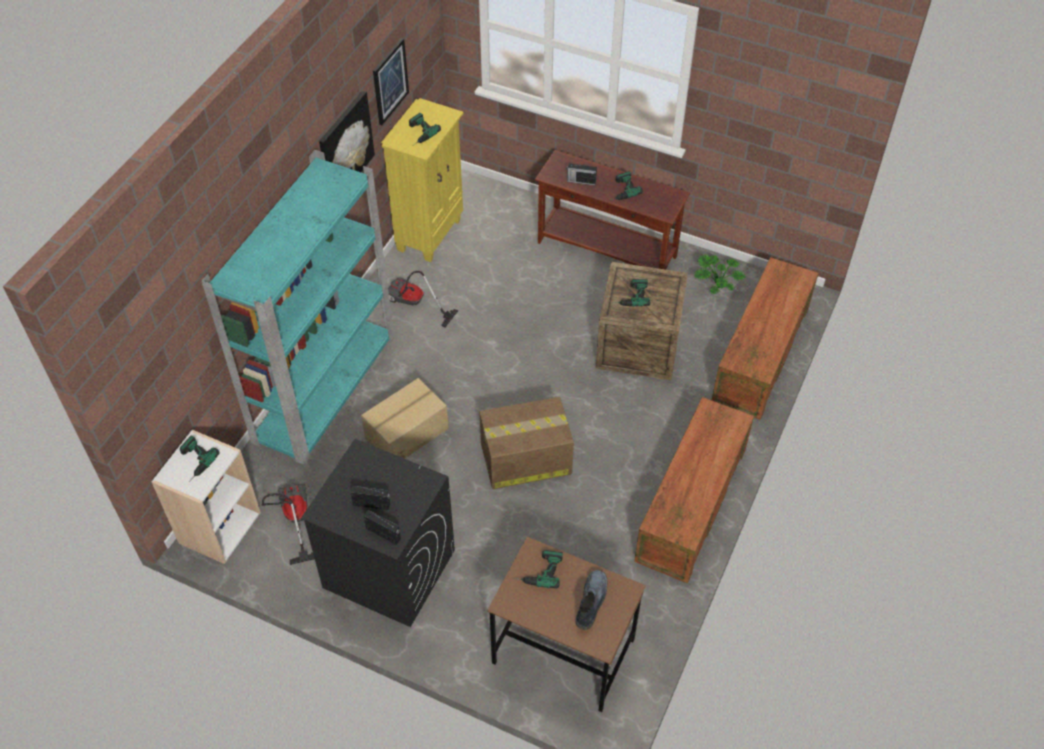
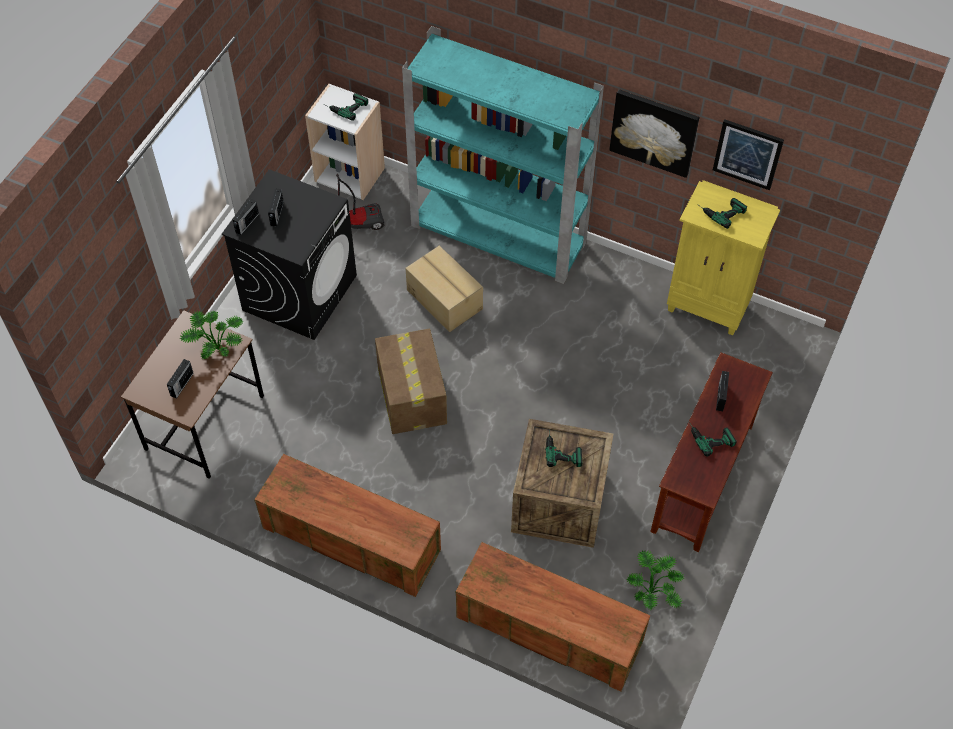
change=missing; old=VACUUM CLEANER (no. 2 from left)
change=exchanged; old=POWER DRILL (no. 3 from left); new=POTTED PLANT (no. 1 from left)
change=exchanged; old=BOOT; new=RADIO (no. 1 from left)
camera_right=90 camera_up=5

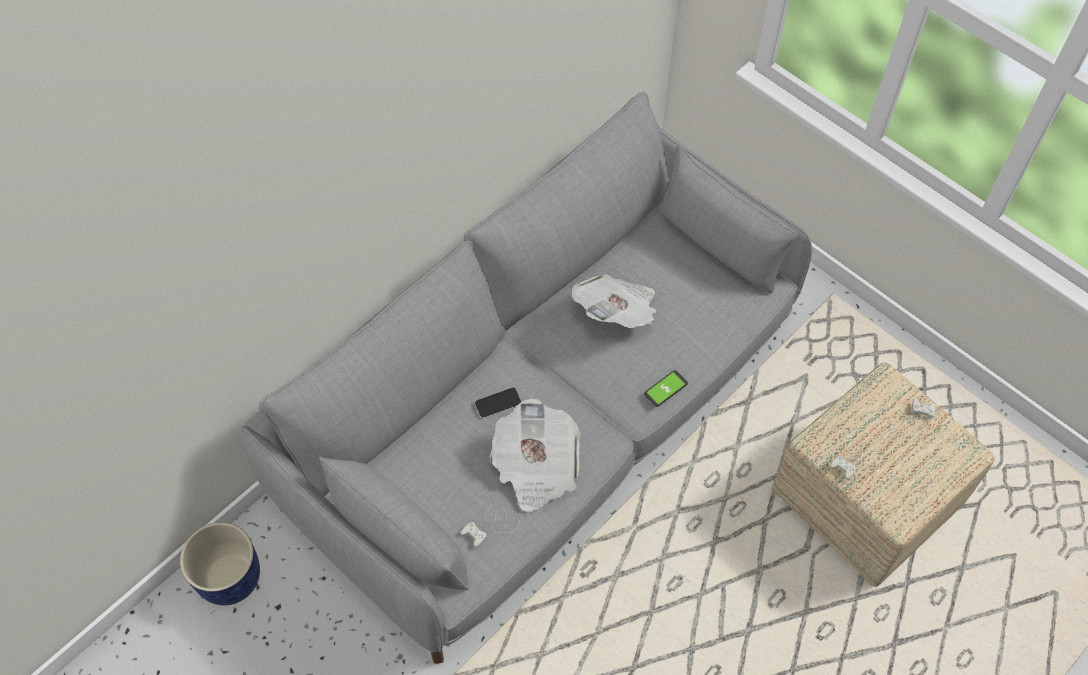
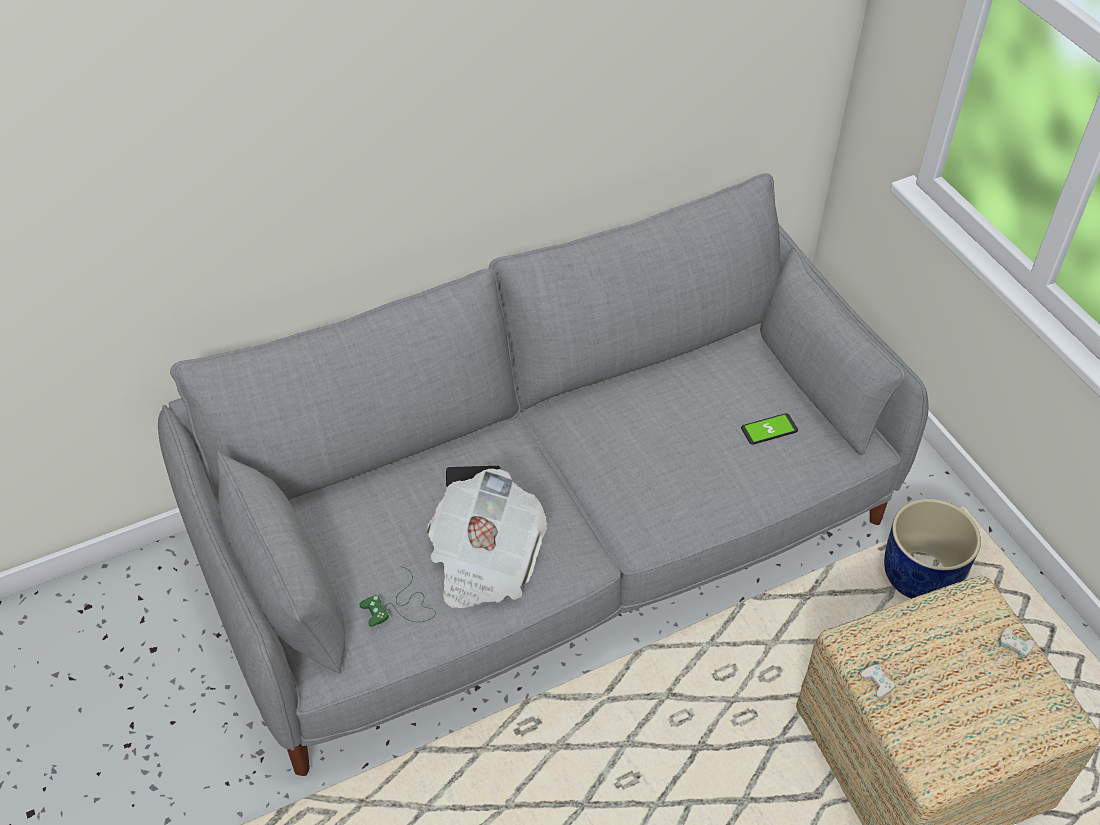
change=missing; old=NEWSPAPER (no. 2 from left)
change=relocated; old=BLUE PLANTER
change=relocated; old=PHONE (no. 2 from left)
change=colour; old=WHITE GAME CONTROLLER (no. 1 from left); new=GREEN GAME CONTROLLER
camera_right=20 camera_up=-10

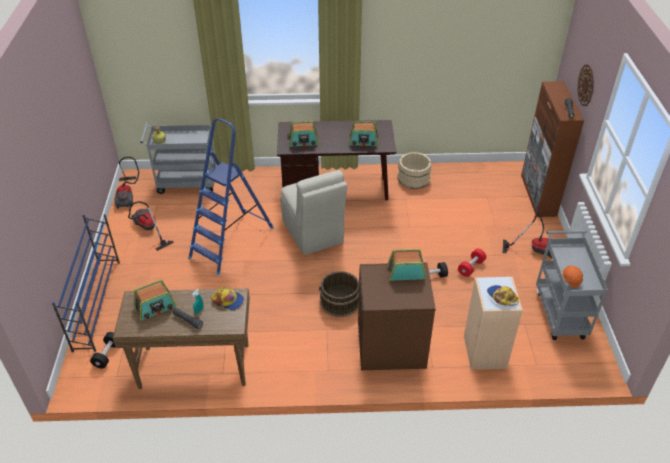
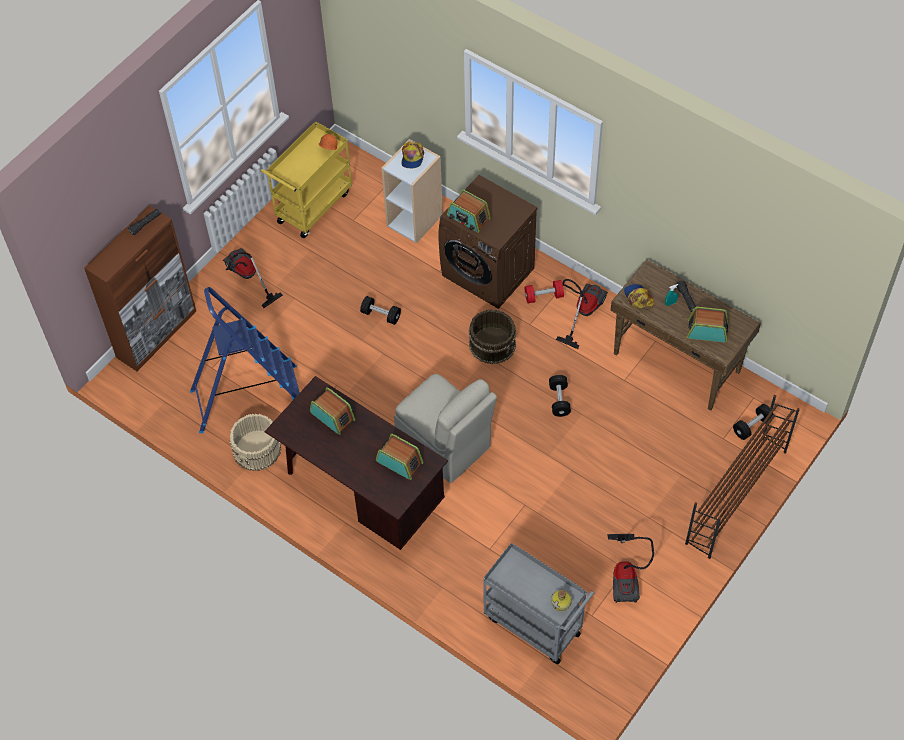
change=missing; old=WALL CLOCK
change=appeared; new=BLACK DUMBBELL (no. 2 from left)
change=relocated; old=VACUUM CLEANER (no. 1 from left in the first image); new=VACUUM CLEANER (no. 2 from left)
change=relocated; old=BLUE STEP LADDER
change=relocated; old=RED DUMBBELL
change=colour; old=BLUE SHOE RACK; new=BROWN SHOE RACK
change=colour; old=GREY CART (no. 2 from left); new=YELLOW CART
change=spun; old=BEIGE CHAIR; degrees=120
camera_right=-140 camera_up=15

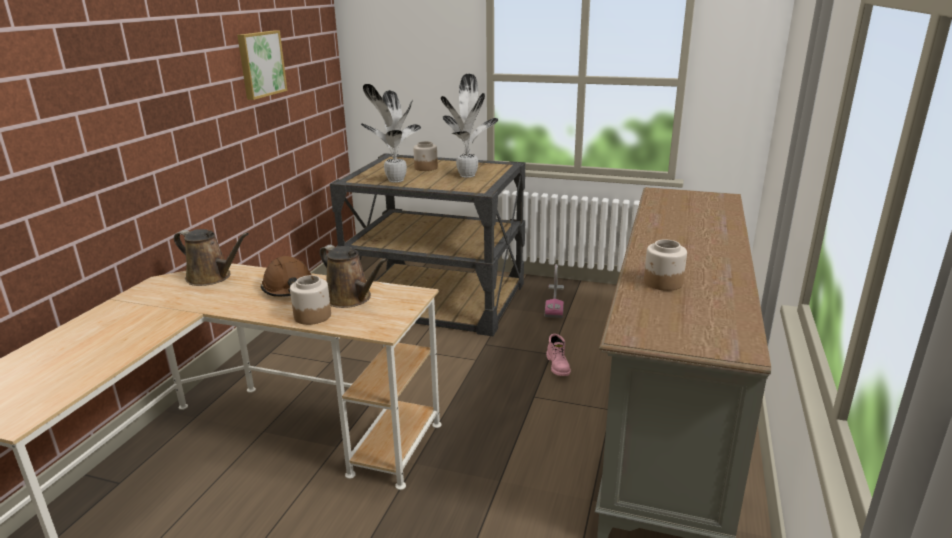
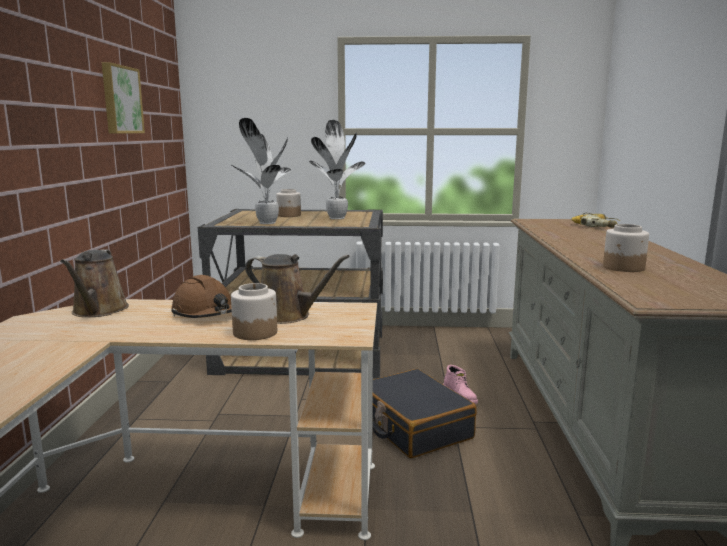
change=missing; old=VACUUM CLEANER
change=appeared; new=BLACK SUITCASE
change=appeared; new=POWER DRILL
change=spun; old=BROWN WATERING CAN (no. 1 from left); degrees=75
camera_right=-15 camera_up=-10

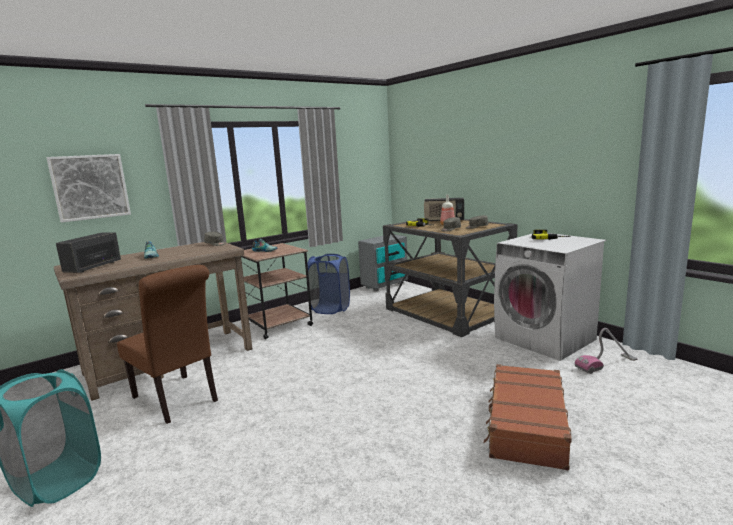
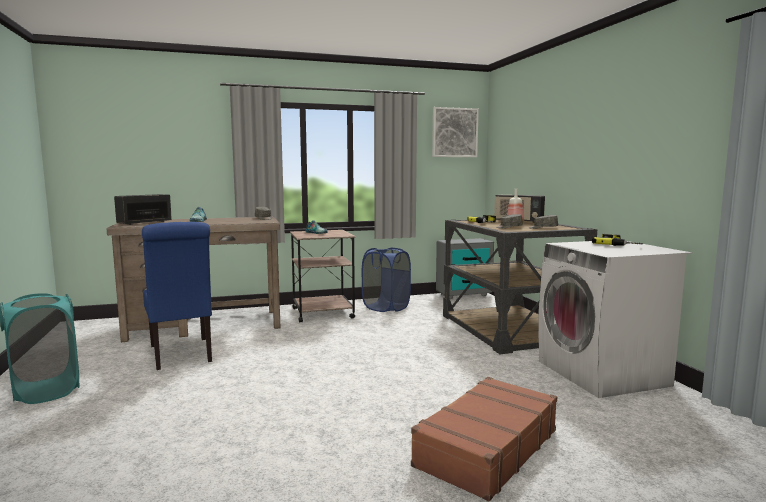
change=missing; old=VACUUM CLEANER
change=relocated; old=PICTURE
change=colour; old=BROWN CHAIR; new=BLUE CHAIR
camera_right=20 camera_up=-5

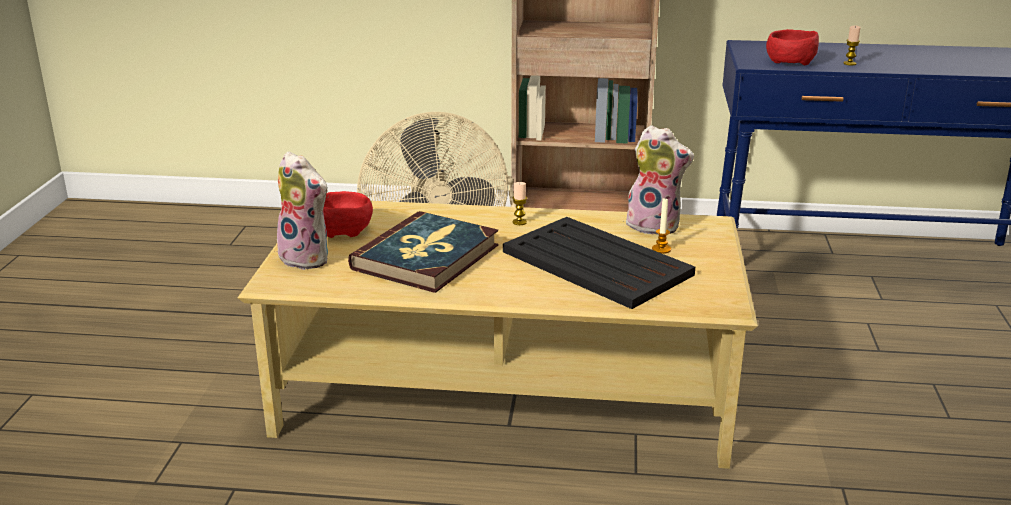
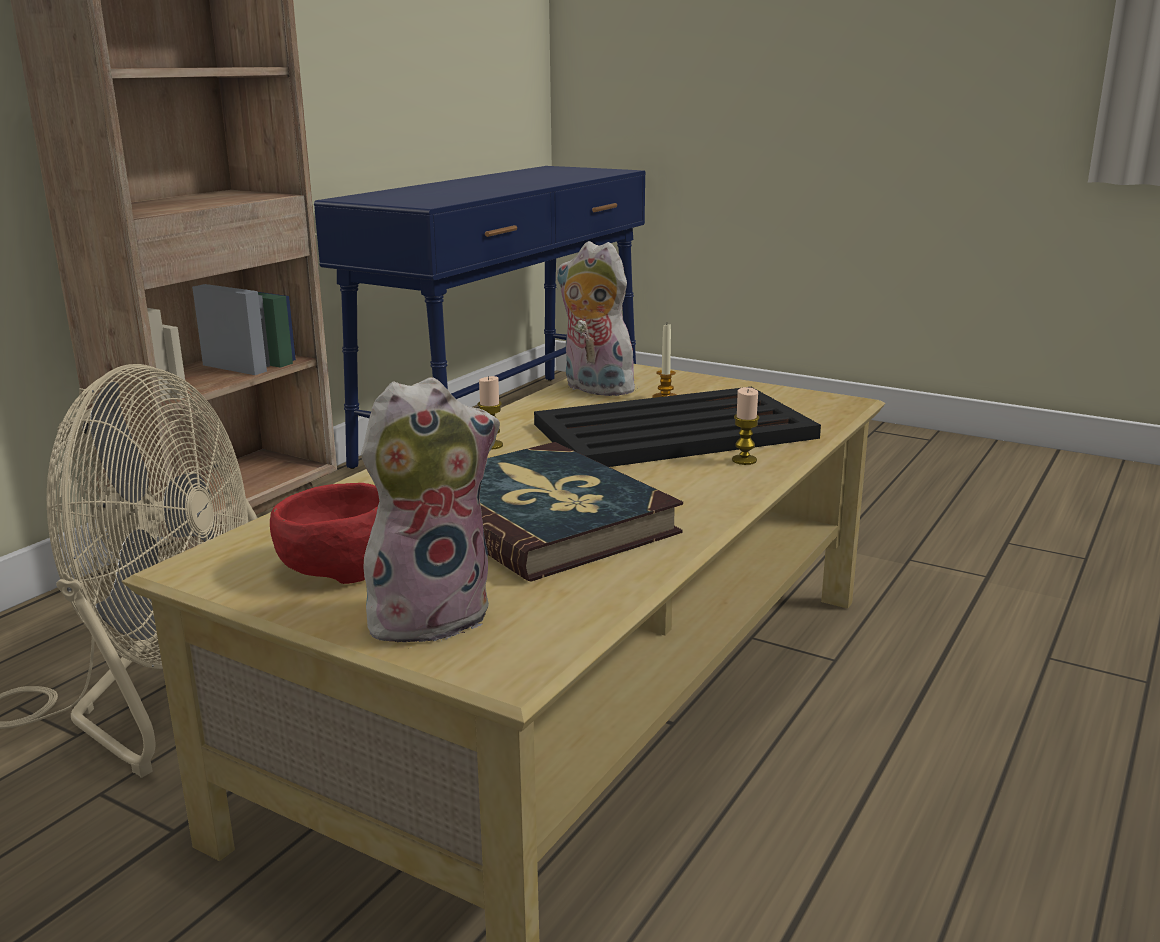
change=missing; old=RED BOWL (no. 2 from left)
change=relocated; old=CANDLE (no. 3 from left)
change=spun; old=PLUSH TOY (no. 2 from left); degrees=-105
camera_right=-65 camera_up=-5

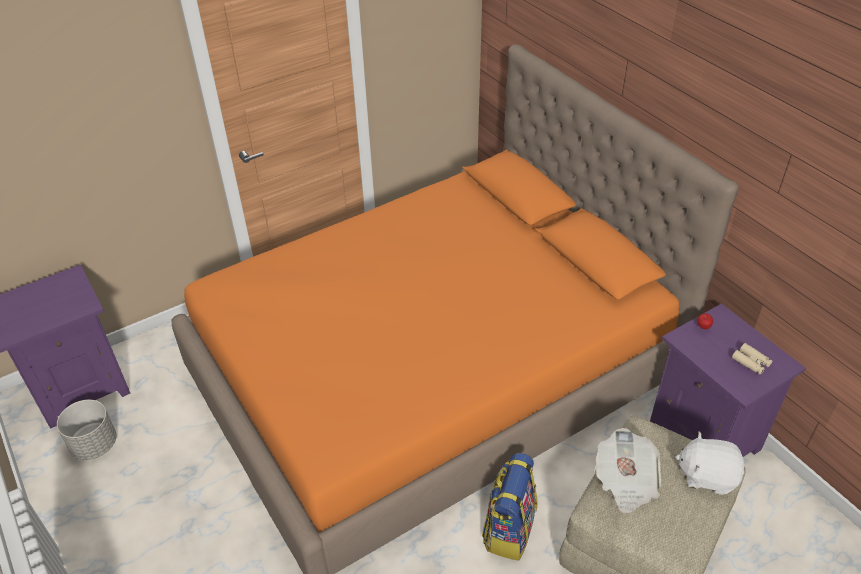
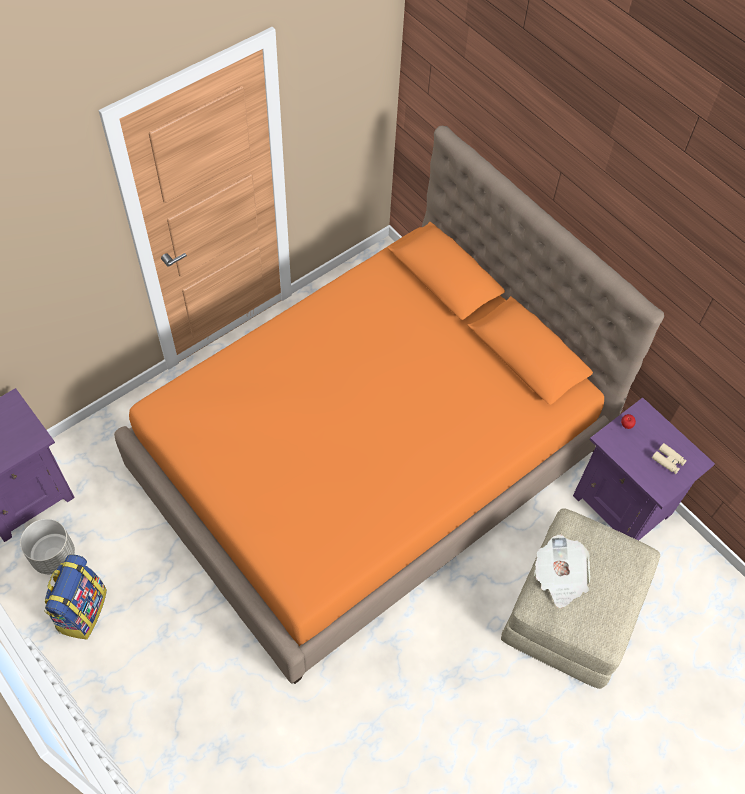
change=missing; old=WHITE PLUSH TOY
change=relocated; old=BACKPACK
camera_right=-10 camera_up=15

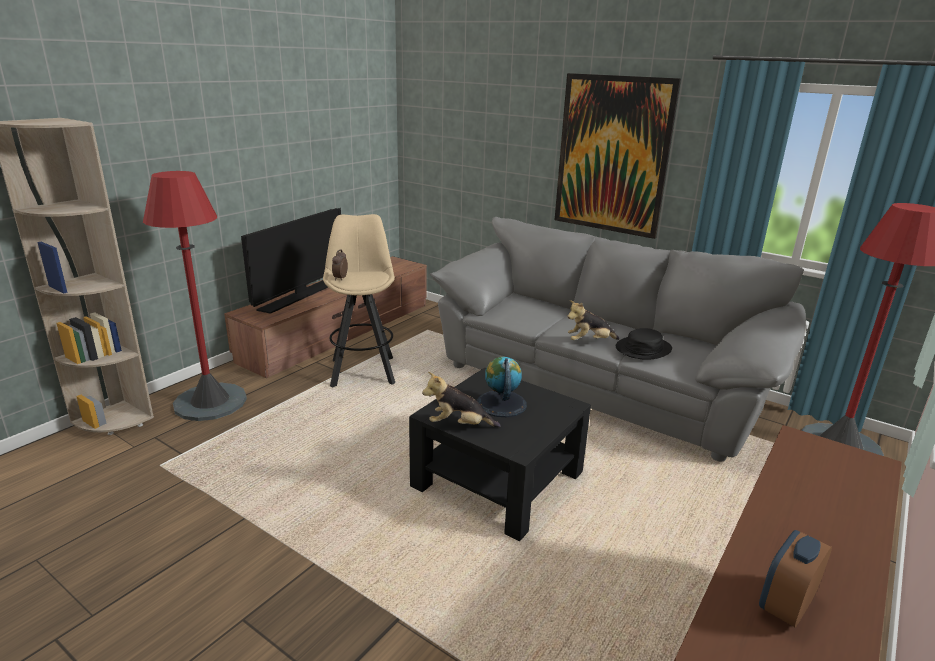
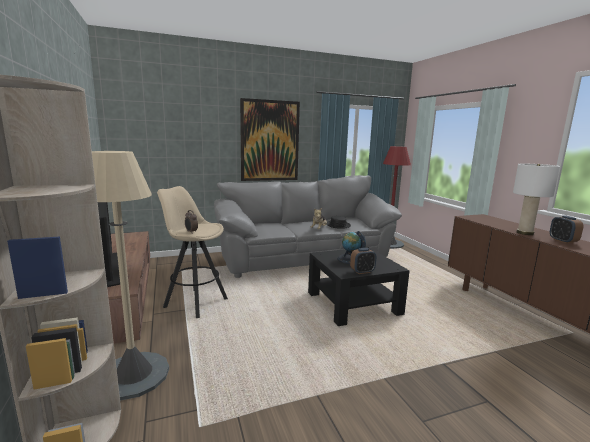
change=appeared; new=WHITE TABLE LAMP
change=exchanged; old=PLUSH TOY (no. 1 from left); new=ALARM CLOCK (no. 2 from left)
change=colour; old=RED FLOOR LAMP (no. 1 from left); new=BEIGE FLOOR LAMP
camera_right=-55 camera_up=-10

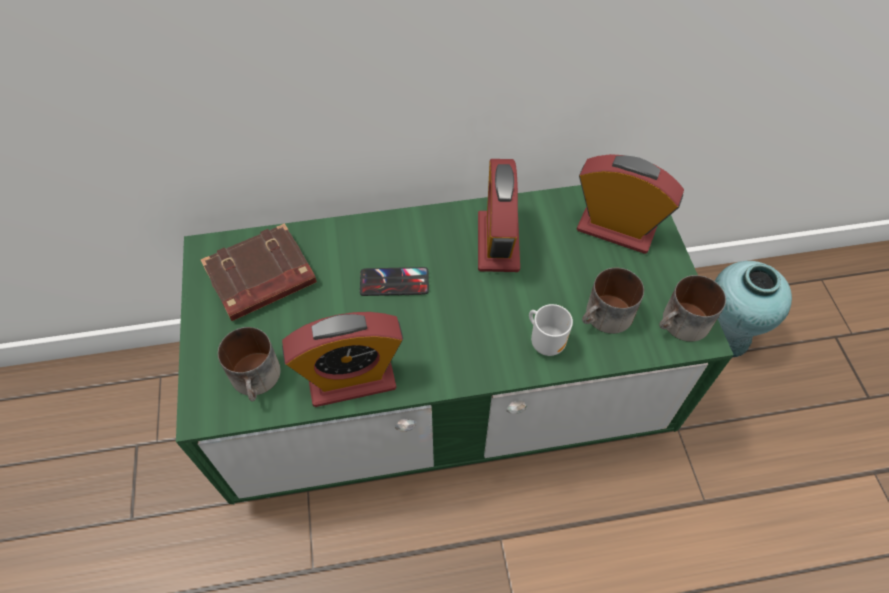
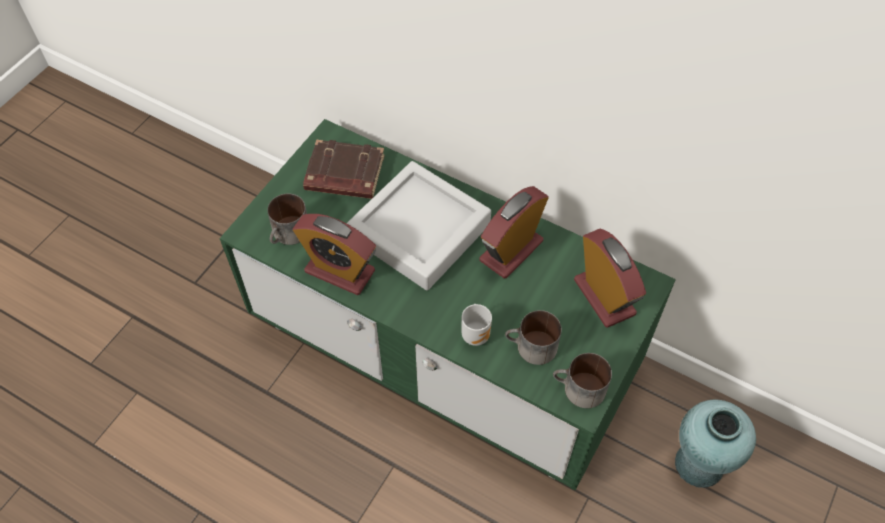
change=exchanged; old=PHONE; new=GREY TRAY
camera_right=40 camera_up=0

